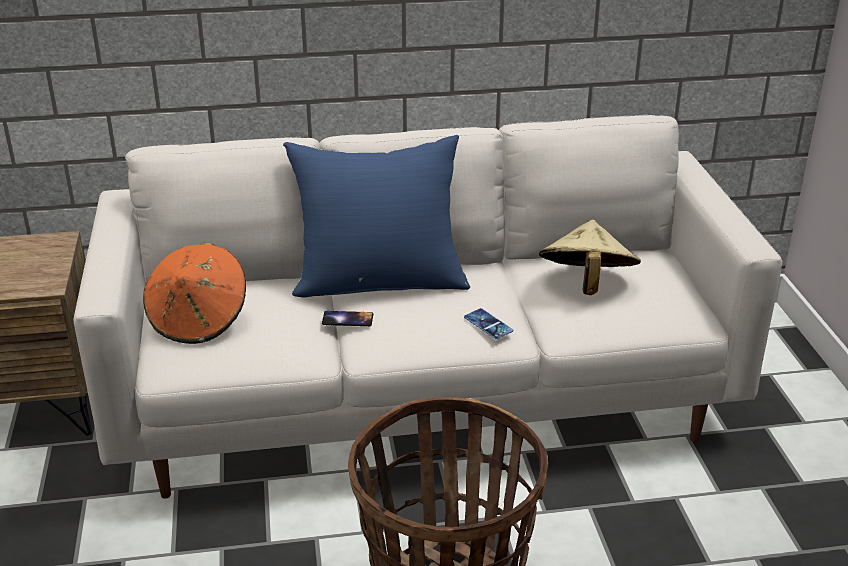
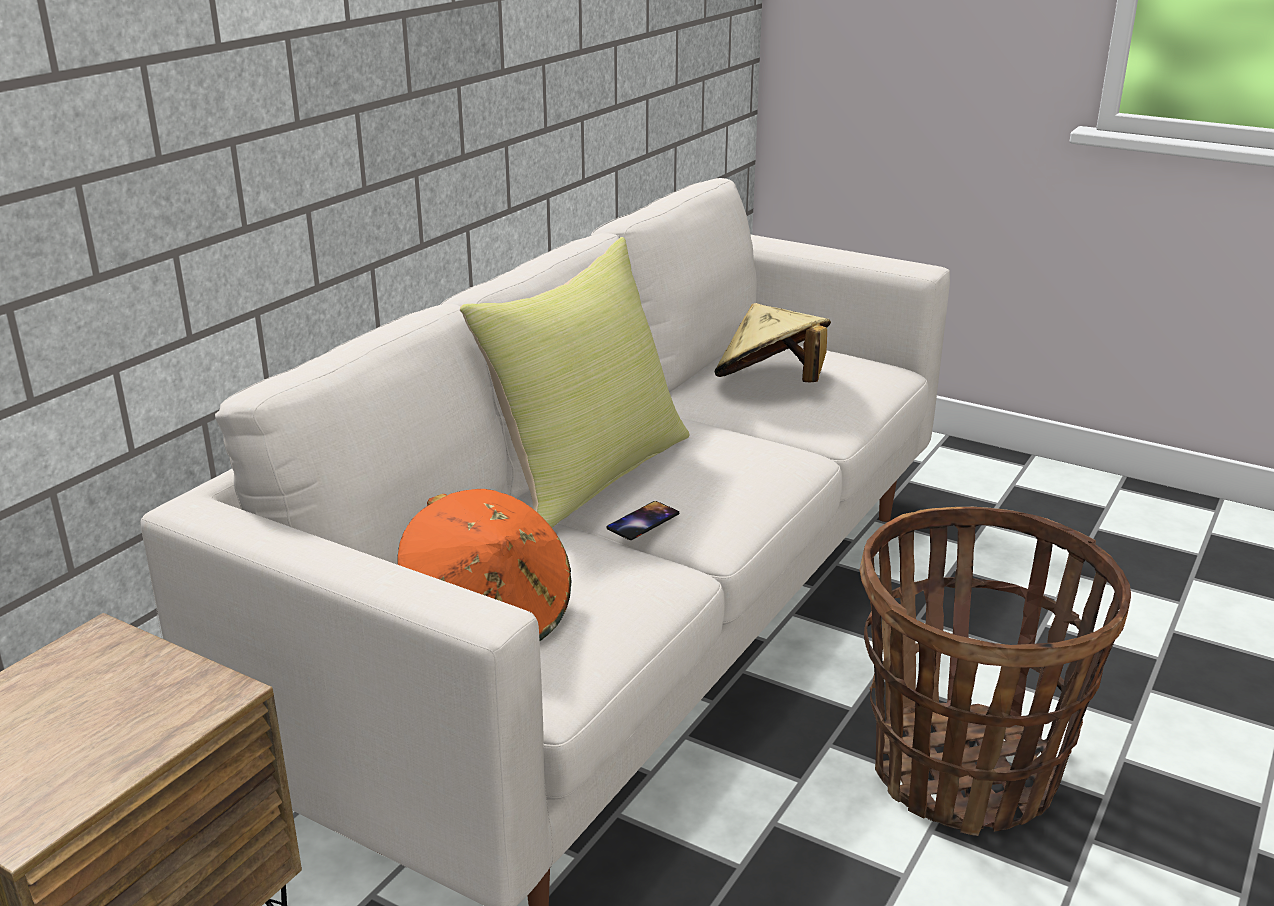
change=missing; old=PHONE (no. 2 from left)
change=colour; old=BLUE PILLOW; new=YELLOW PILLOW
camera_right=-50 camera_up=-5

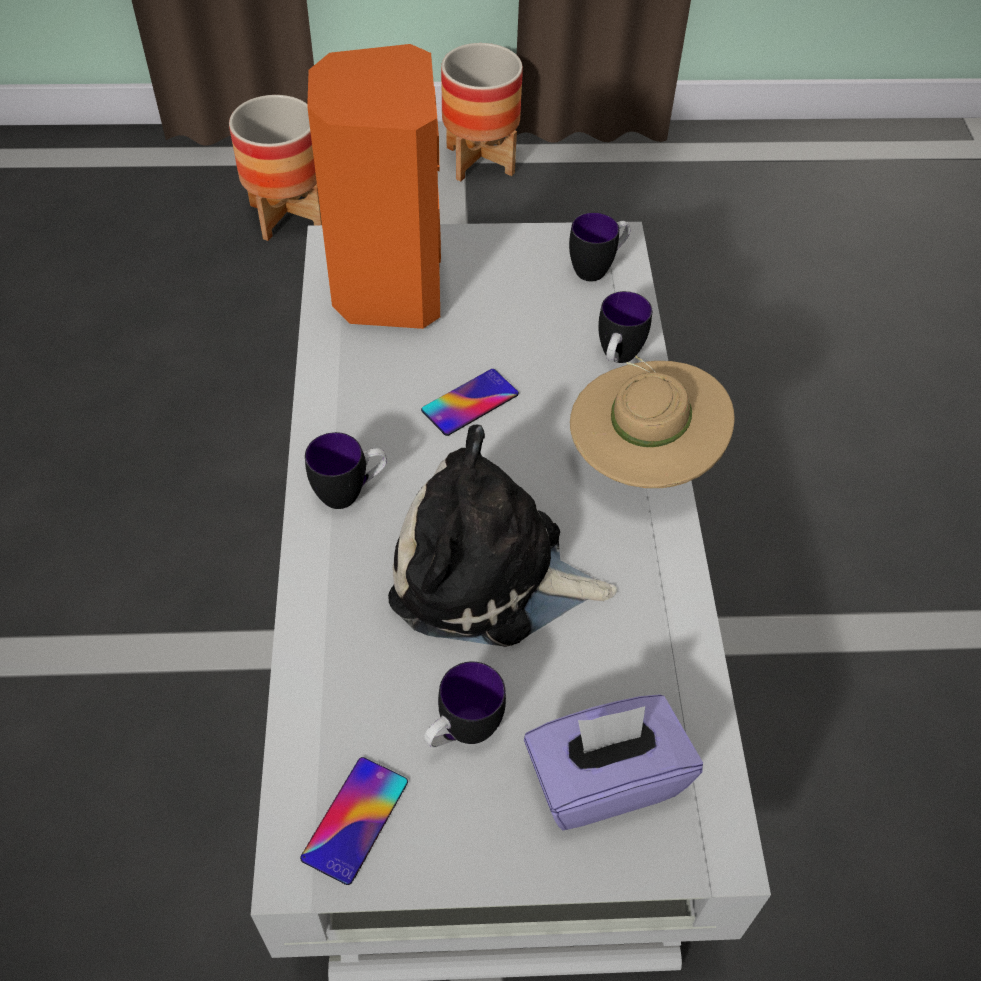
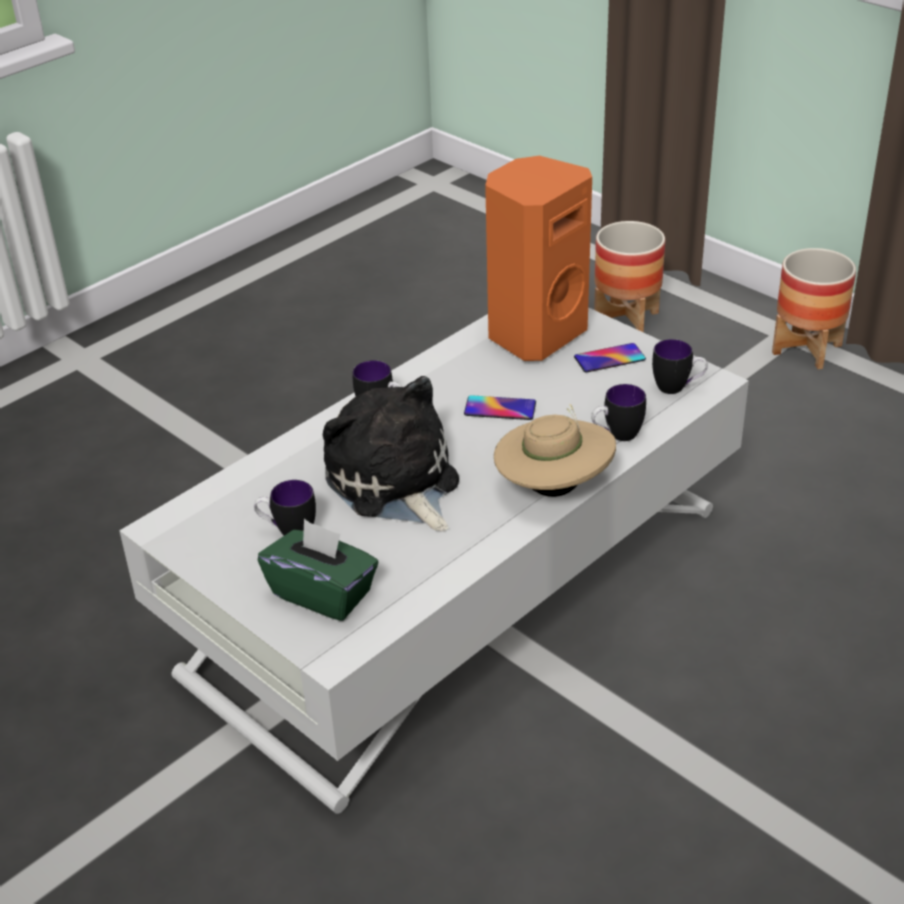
change=relocated; old=PHONE (no. 1 from left in the first image); new=PHONE (no. 2 from left)
change=colour; old=PURPLE TISSUE BOX; new=GREEN TISSUE BOX
camera_right=50 camera_up=-15

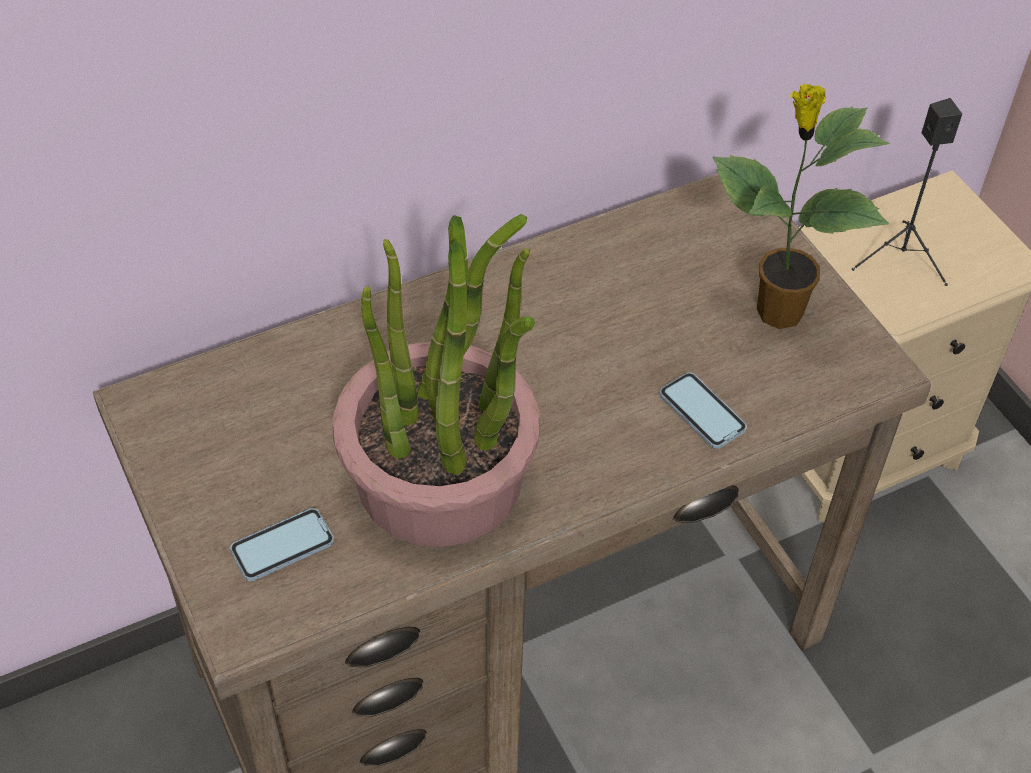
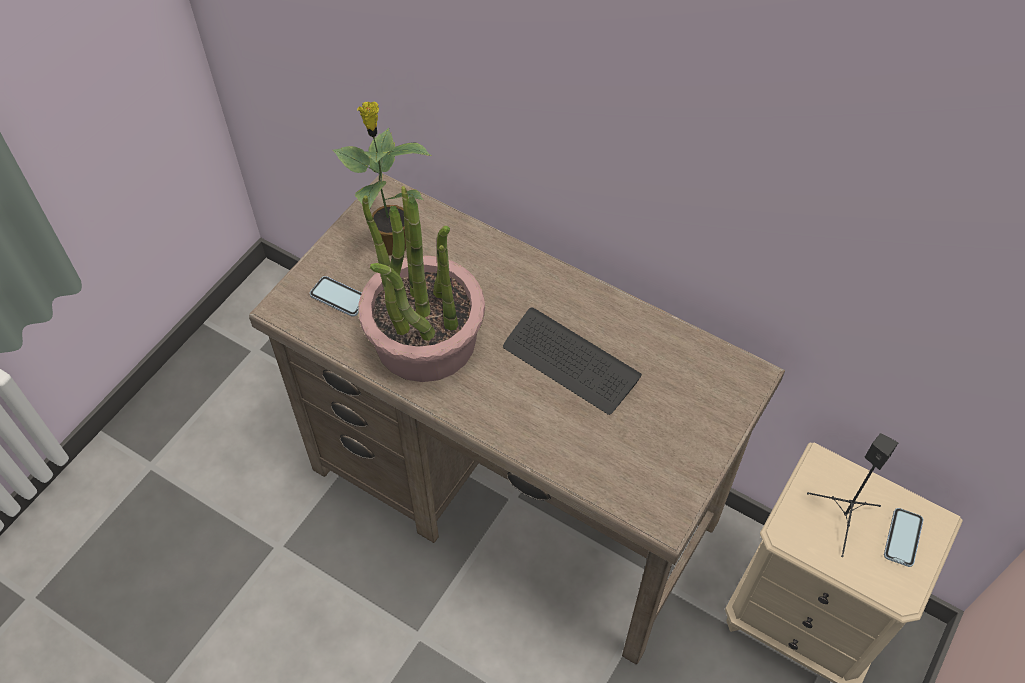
change=appeared; new=KEYBOARD
change=relocated; old=PHONE (no. 2 from left)
change=relocated; old=POTTED PLANT (no. 2 from left in the first image); new=POTTED PLANT (no. 1 from left)
camera_right=60 camera_up=5

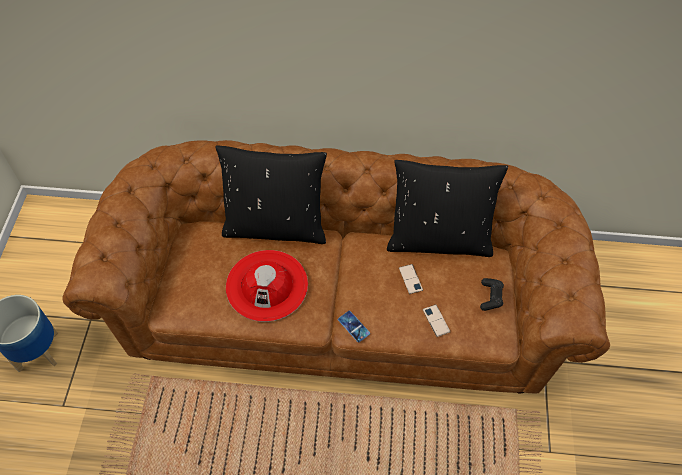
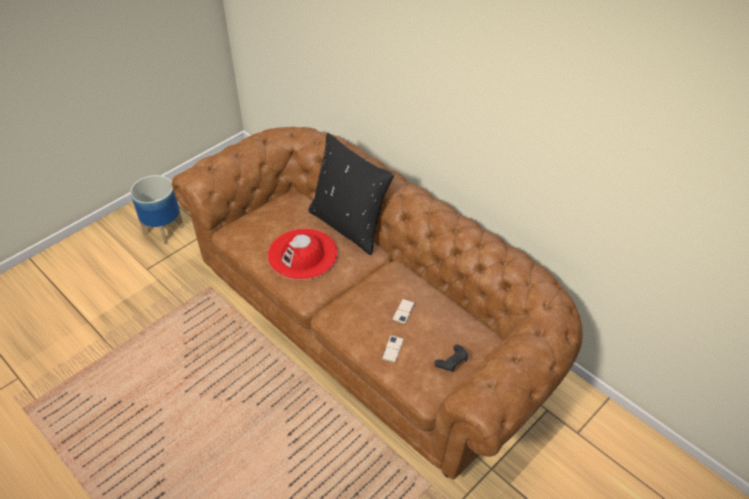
change=missing; old=PHONE (no. 1 from left)
change=missing; old=BLACK PILLOW (no. 2 from left)
camera_right=40 camera_up=-10

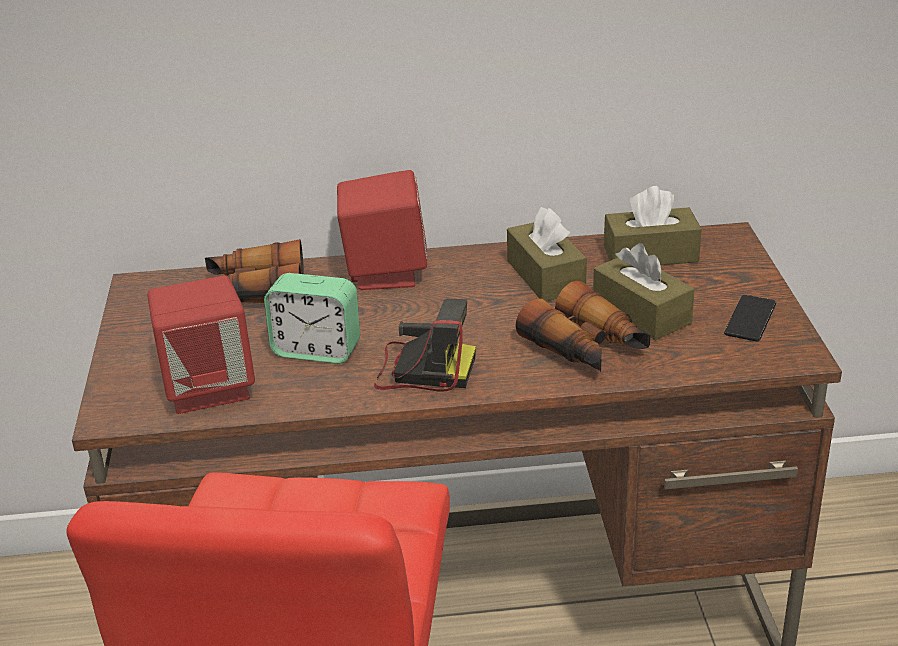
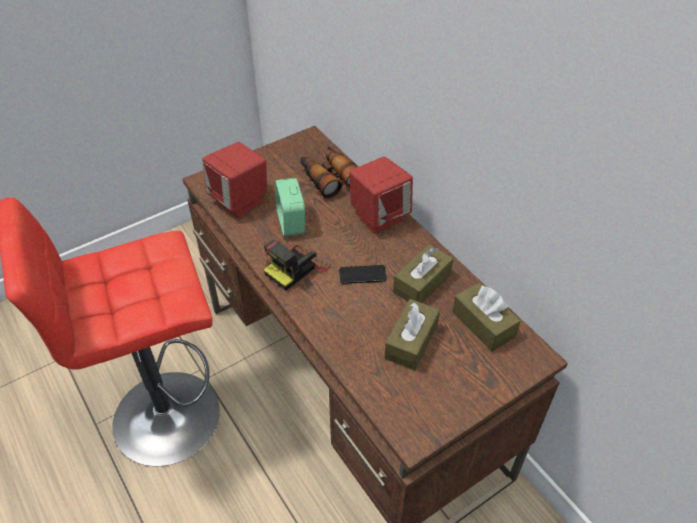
change=missing; old=BINOCULARS (no. 2 from left)
change=relocated; old=PHONE
change=spun; old=PHOTO CAMERA; degrees=60
camera_right=60 camera_up=15

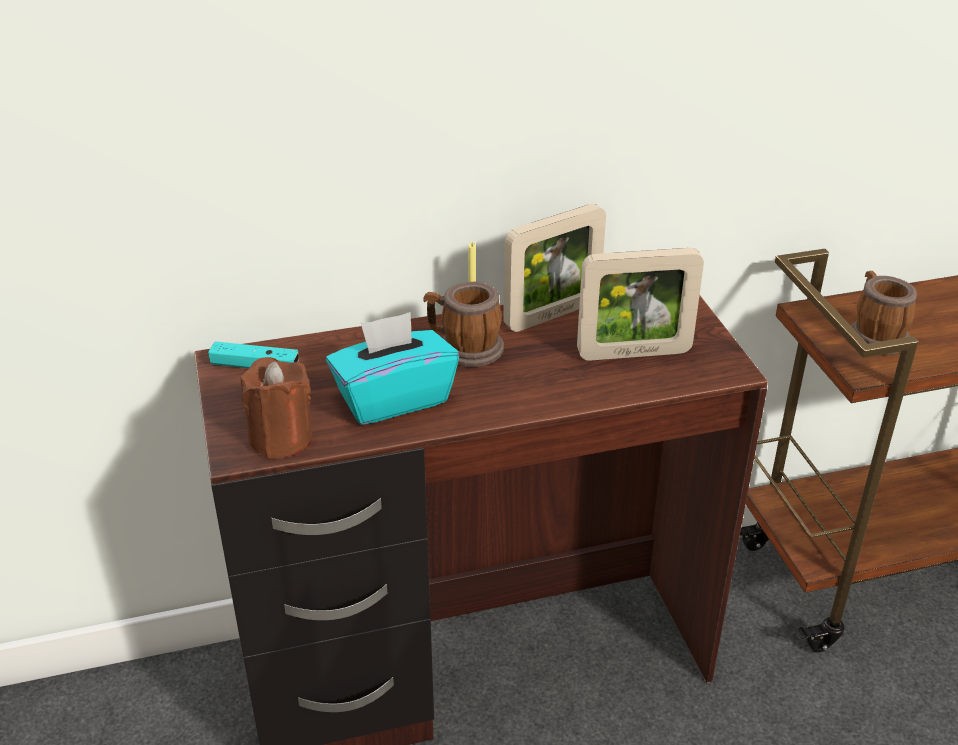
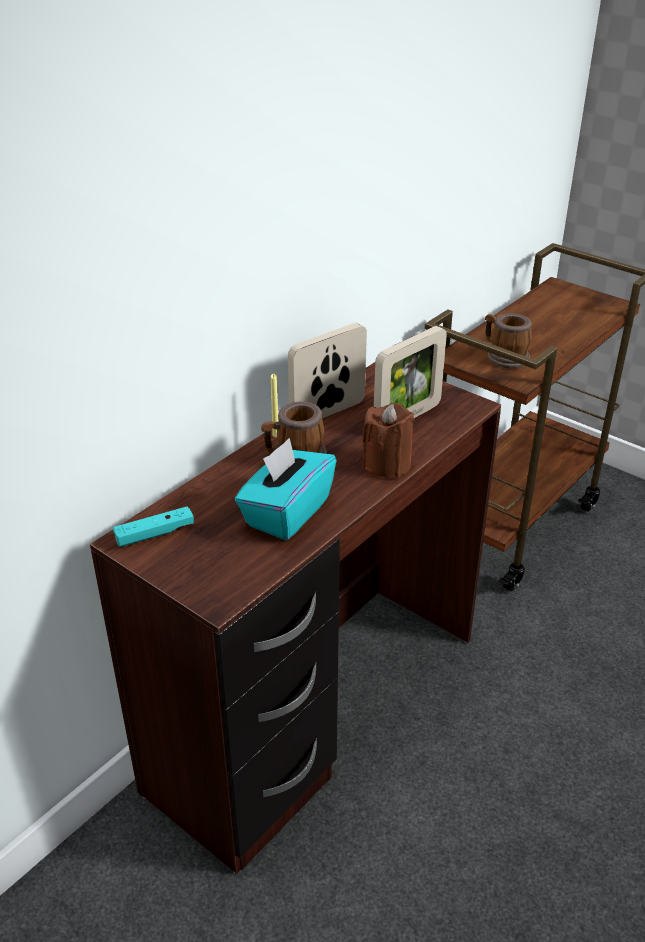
change=relocated; old=BROWN CANDLE
change=spun; old=PICTURE FRAME (no. 1 from left); degrees=-150
camera_right=-35 camera_up=0

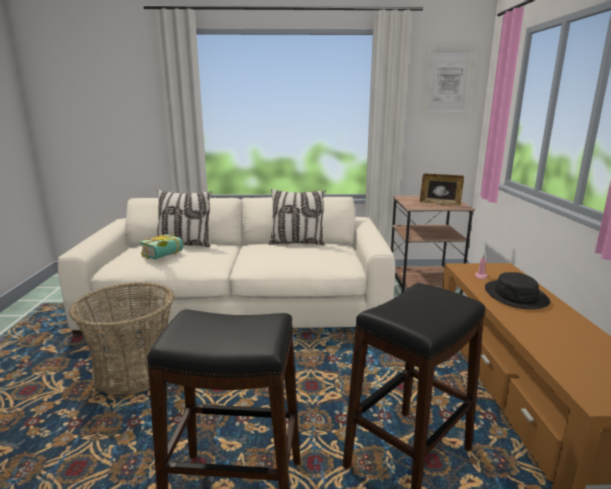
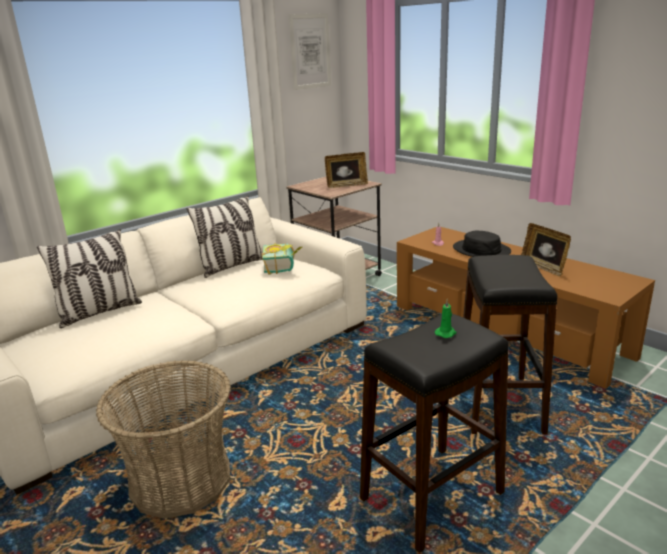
change=appeared; new=GREEN CANDLE
change=appeared; new=PICTURE FRAME (no. 2 from left)
change=relocated; old=BOOK
camera_right=-40 camera_up=5

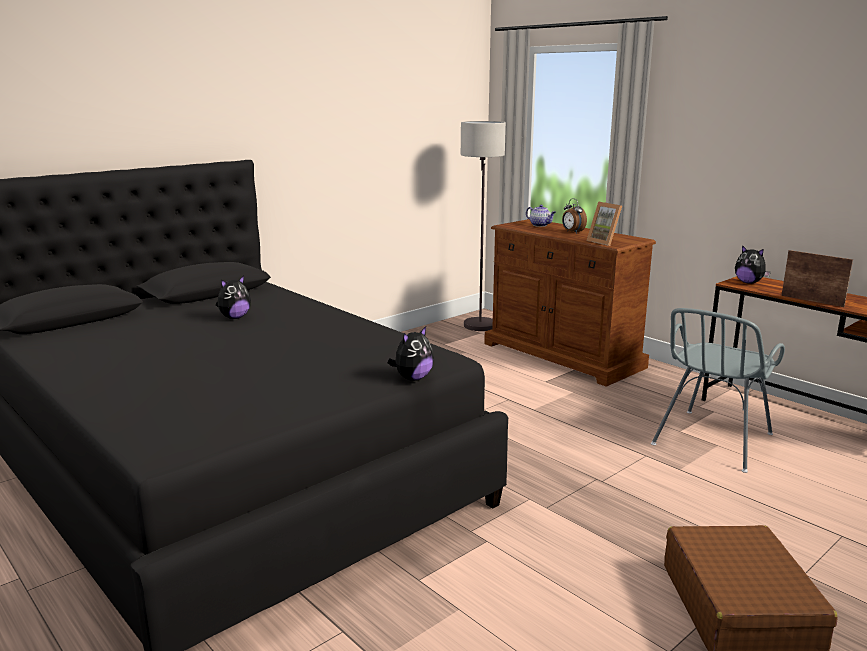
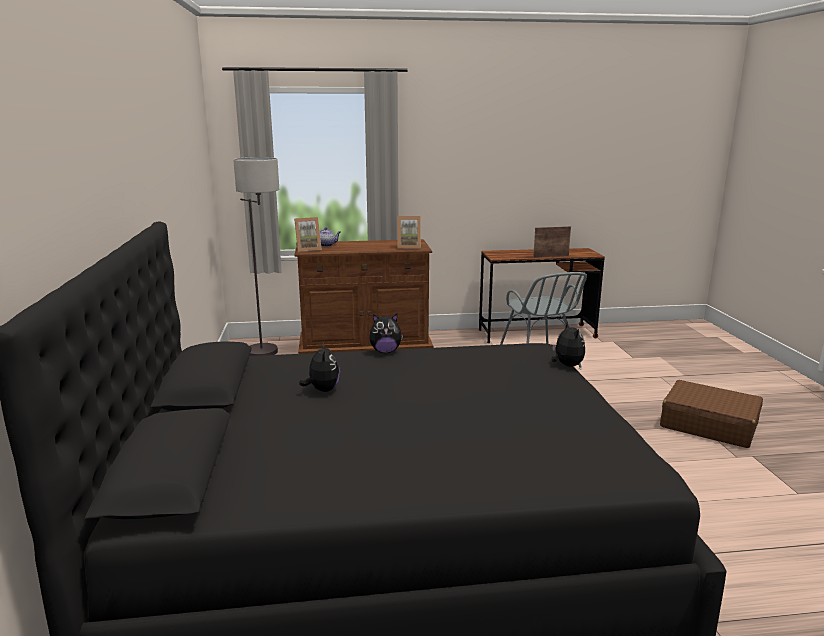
change=missing; old=ALARM CLOCK
change=appeared; new=PICTURE FRAME (no. 1 from left)
change=relocated; old=PLUSH TOY (no. 3 from left in the first image); new=PLUSH TOY (no. 2 from left)
camera_right=-55 camera_up=0

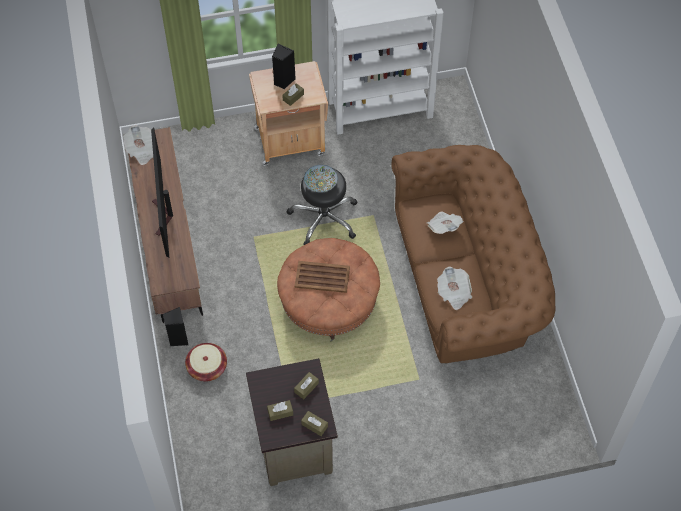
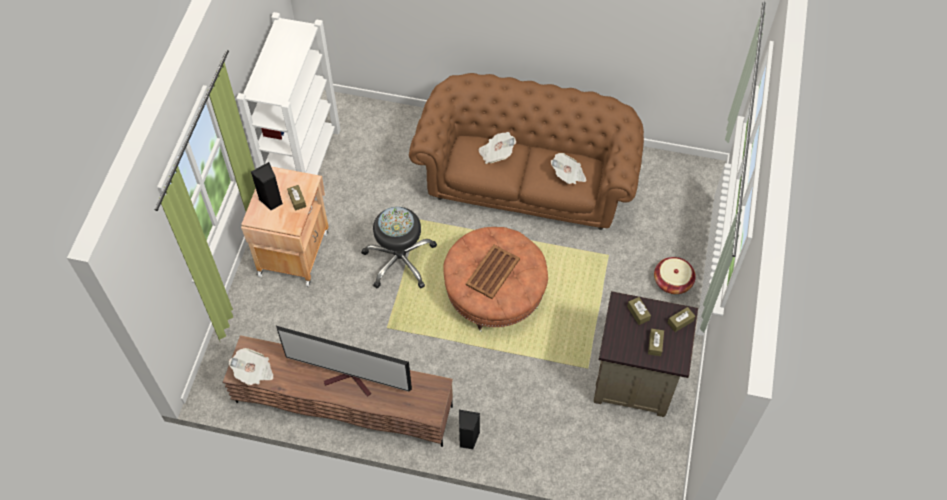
change=relocated; old=BASKET
camera_right=-65 camera_up=0

